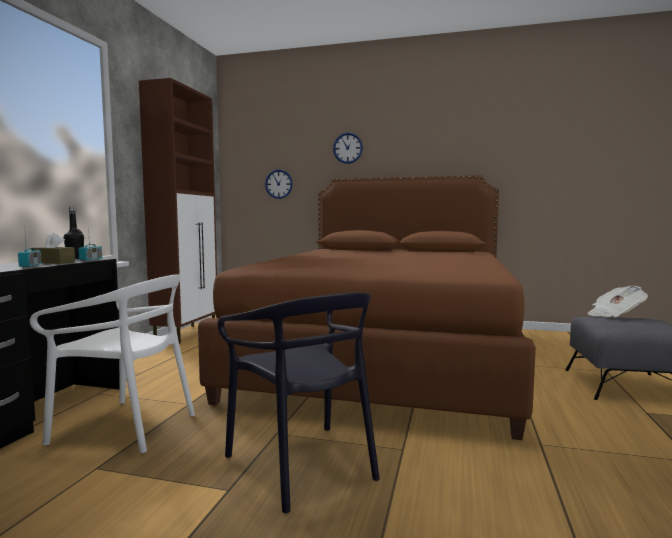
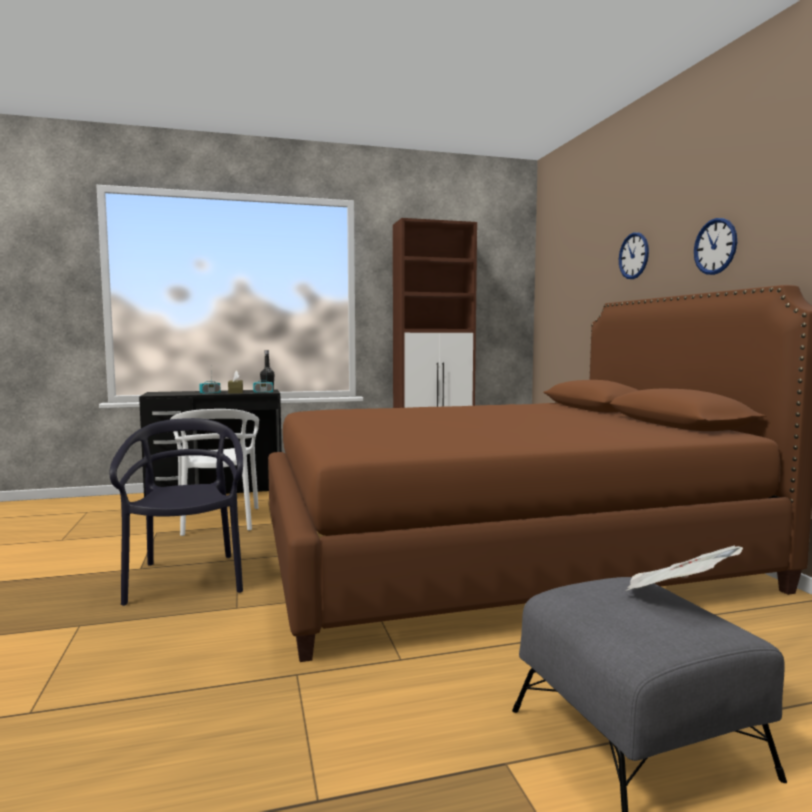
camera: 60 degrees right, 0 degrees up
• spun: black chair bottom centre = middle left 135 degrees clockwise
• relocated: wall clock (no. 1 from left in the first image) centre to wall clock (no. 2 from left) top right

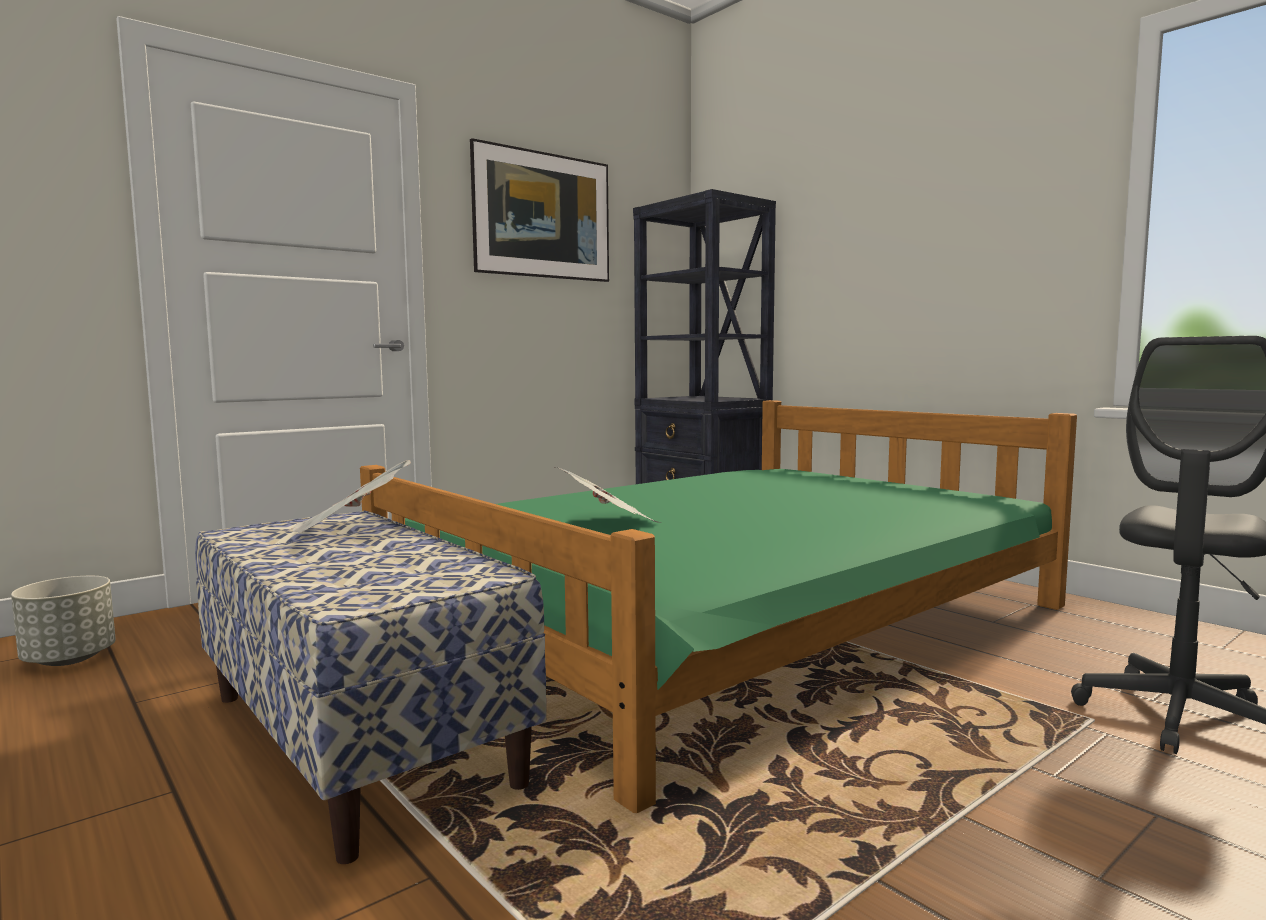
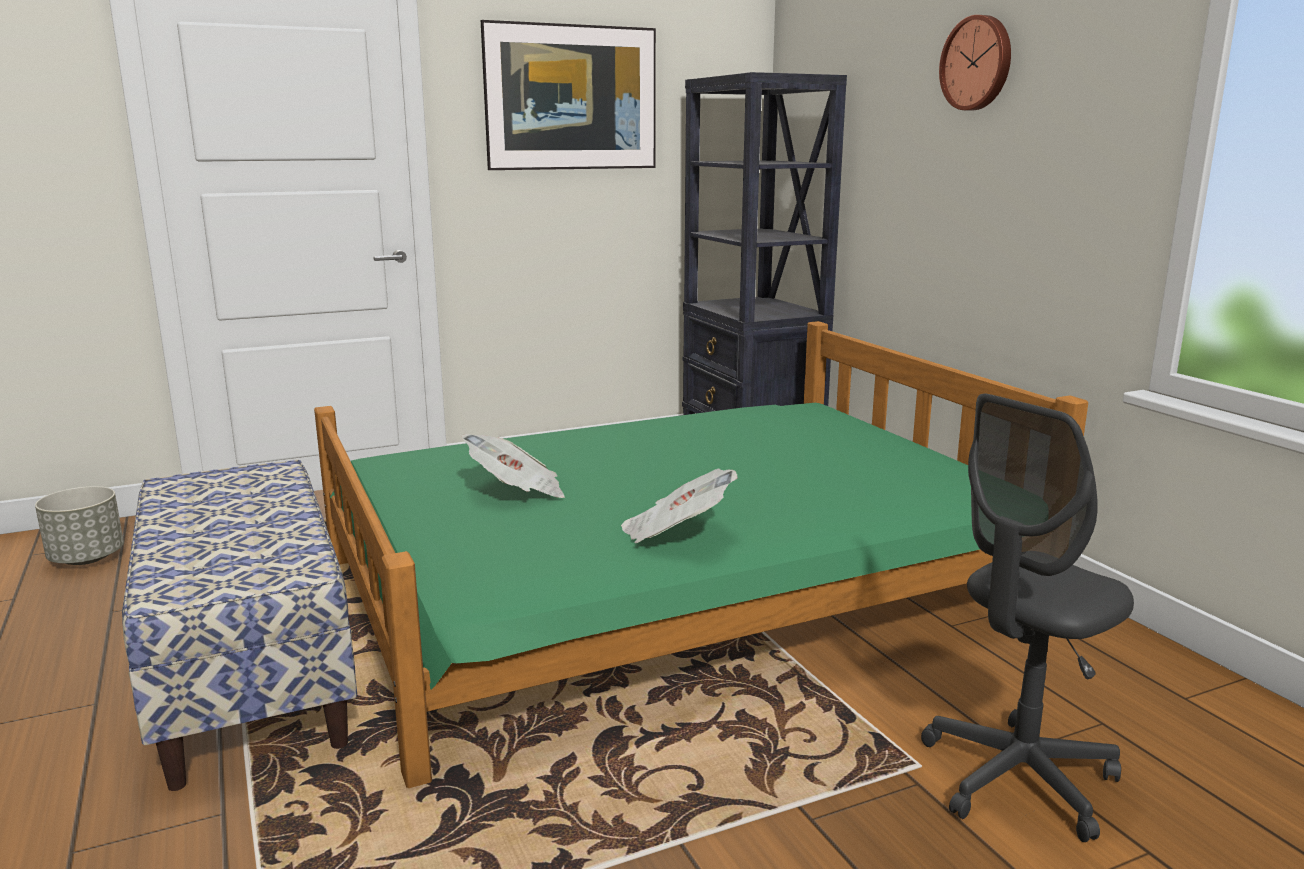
camera: 15 degrees right, 10 degrees up
• relocated: printed paper (no. 1 from left in the first image) middle left to printed paper (no. 2 from left) centre
• appeared: wall clock top right

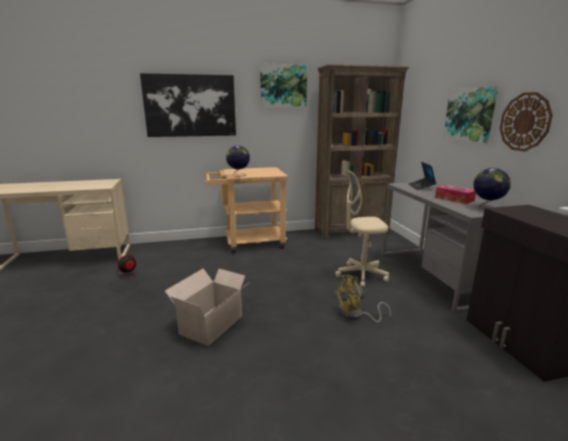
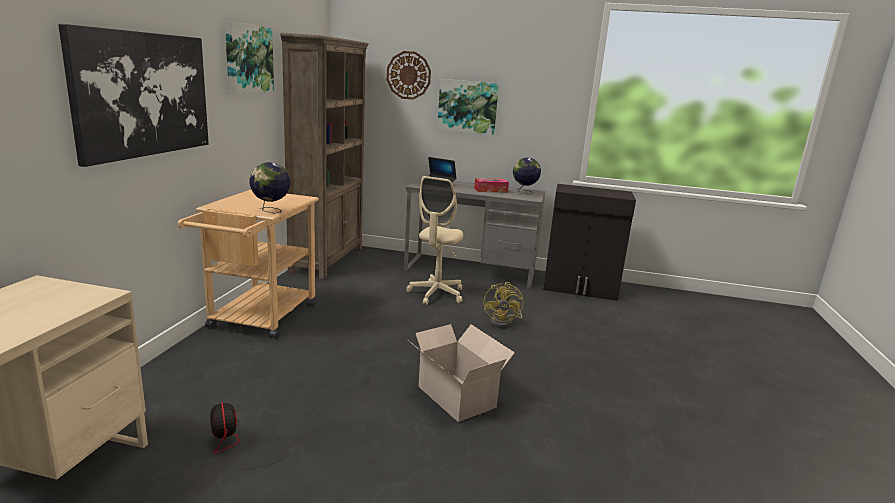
camera: 65 degrees left, 0 degrees up
• relocated: wall clock top right to top centre

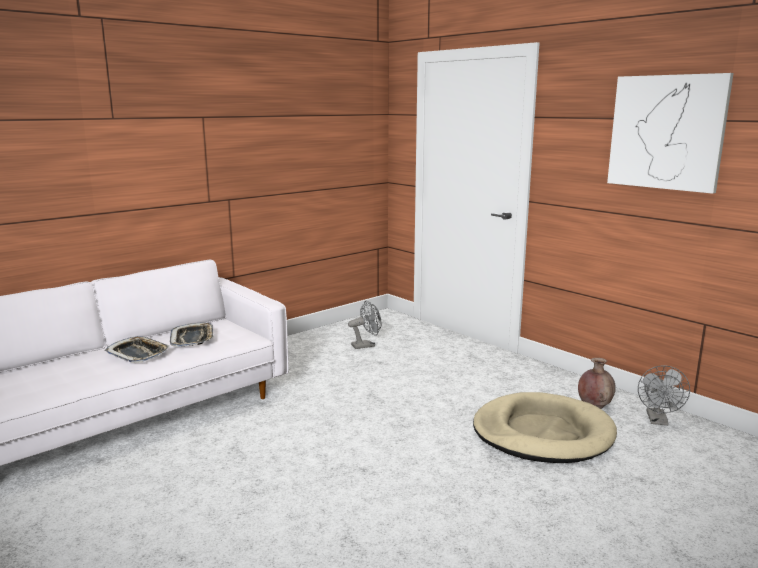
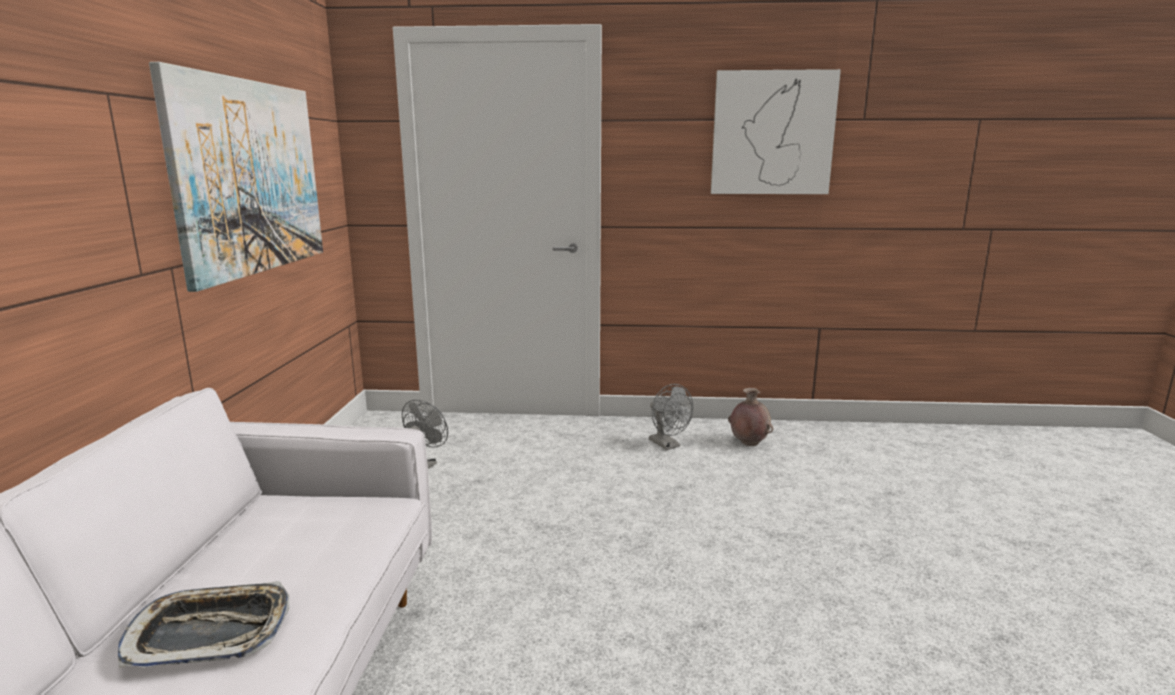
camera: 45 degrees left, 0 degrees up
• missing: serving tray (no. 2 from left) middle left
• missing: beige-coloured pet bed bottom right
• relocated: greyish cooling fan (no. 2 from left) bottom right to centre
• appeared: wall picture (no. 1 from left) top left

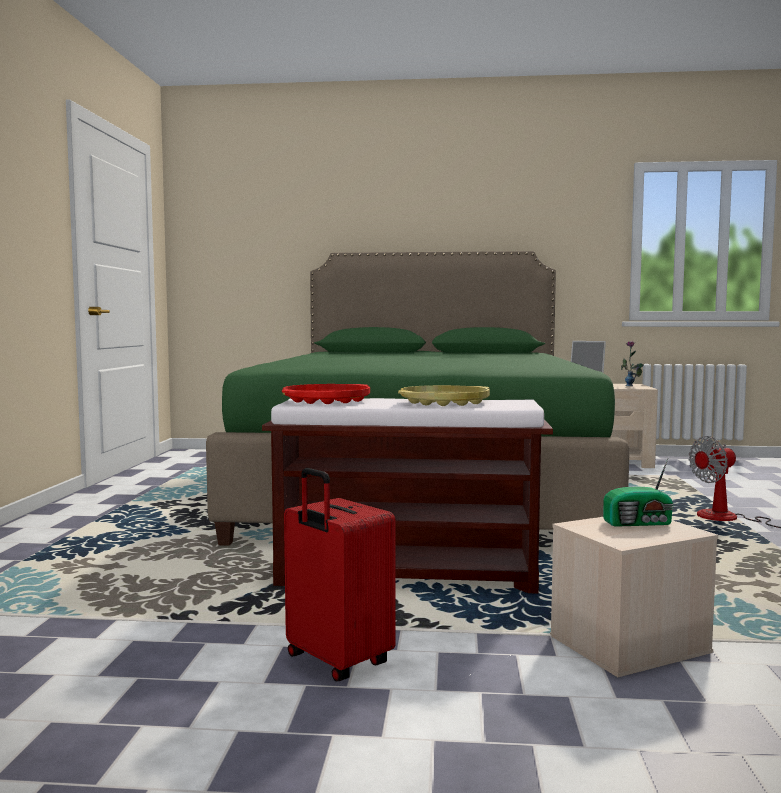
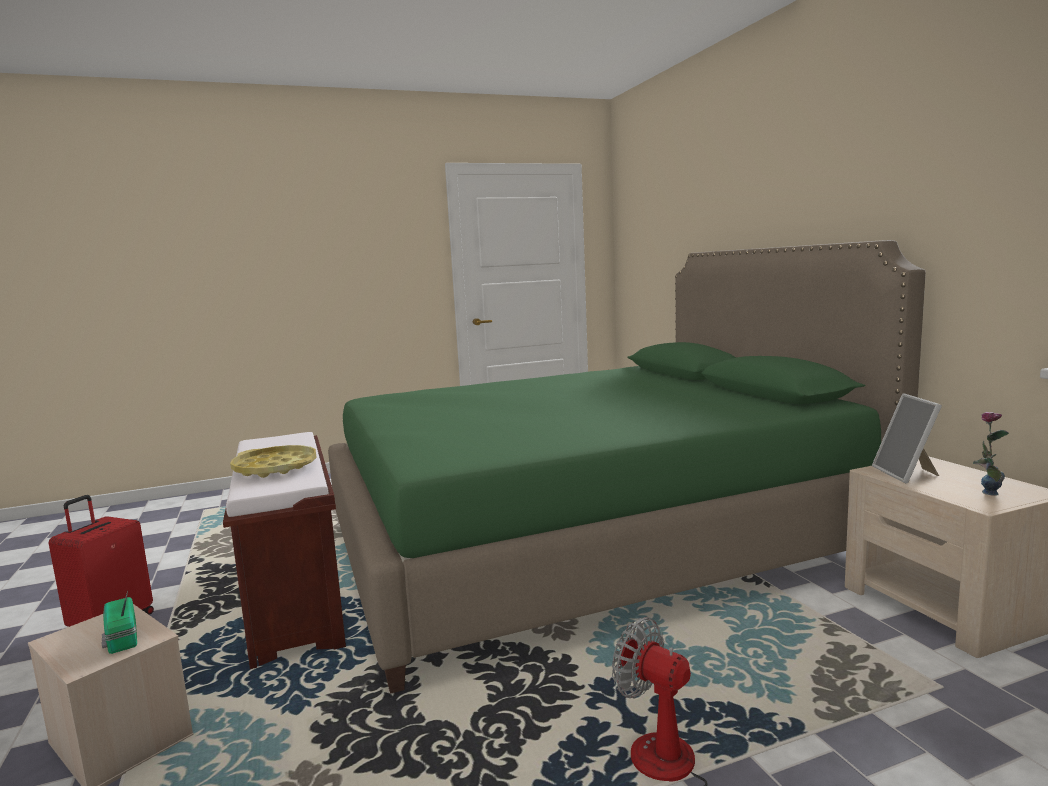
camera: 65 degrees right, 5 degrees up
• missing: reddish serving tray centre

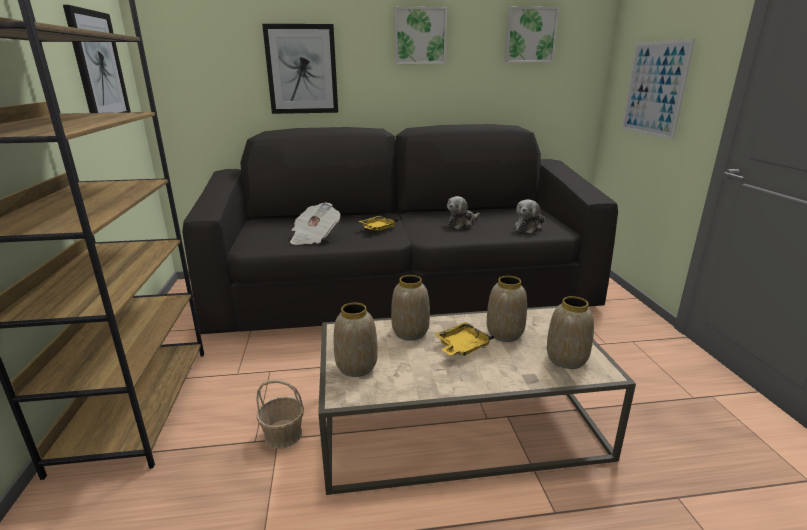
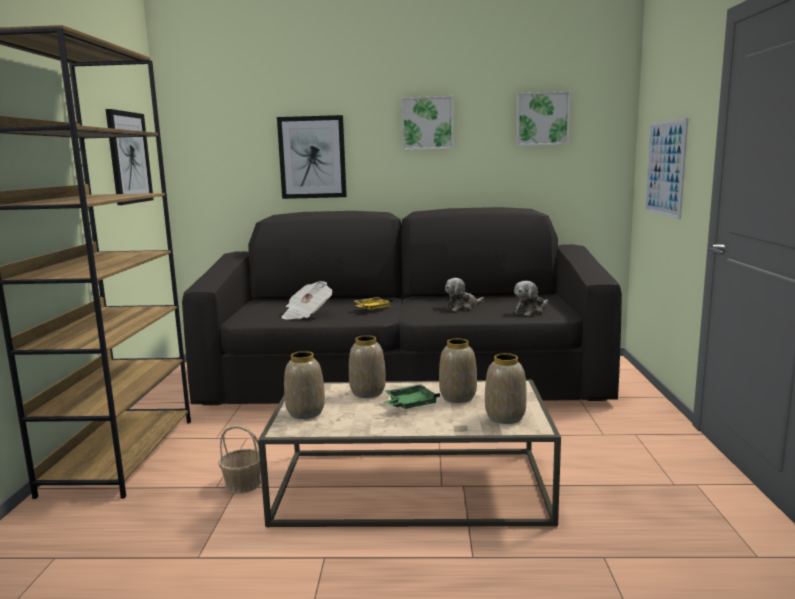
camera: 10 degrees right, 10 degrees down
• colour: yellow-coloured serving tray (no. 2 from left) centre to green serving tray centre

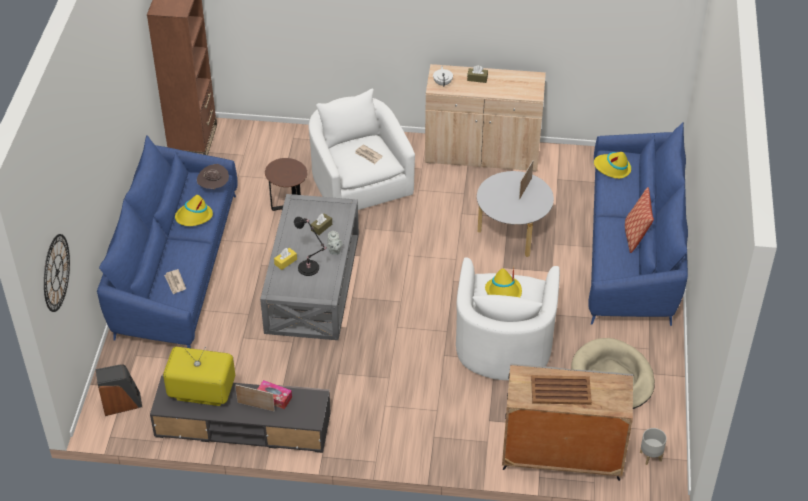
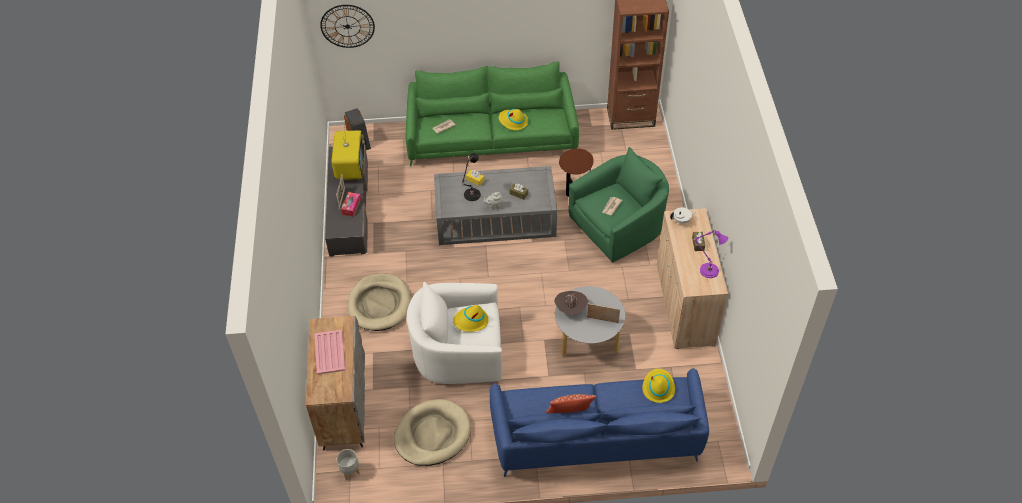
camera: 80 degrees right, 5 degrees up
• colour: blue couch (no. 1 from left) middle left to green couch top centre
• relocated: brownish wearable hat middle left to centre
• colour: white easy chair (no. 1 from left) top centre to green easy chair centre
• colour: brownish serving tray bottom right to pinkish serving tray bottom left
• appeared: beige-coloured pet bed (no. 1 from left) centre
• appeared: purplish tabletop lamp middle right

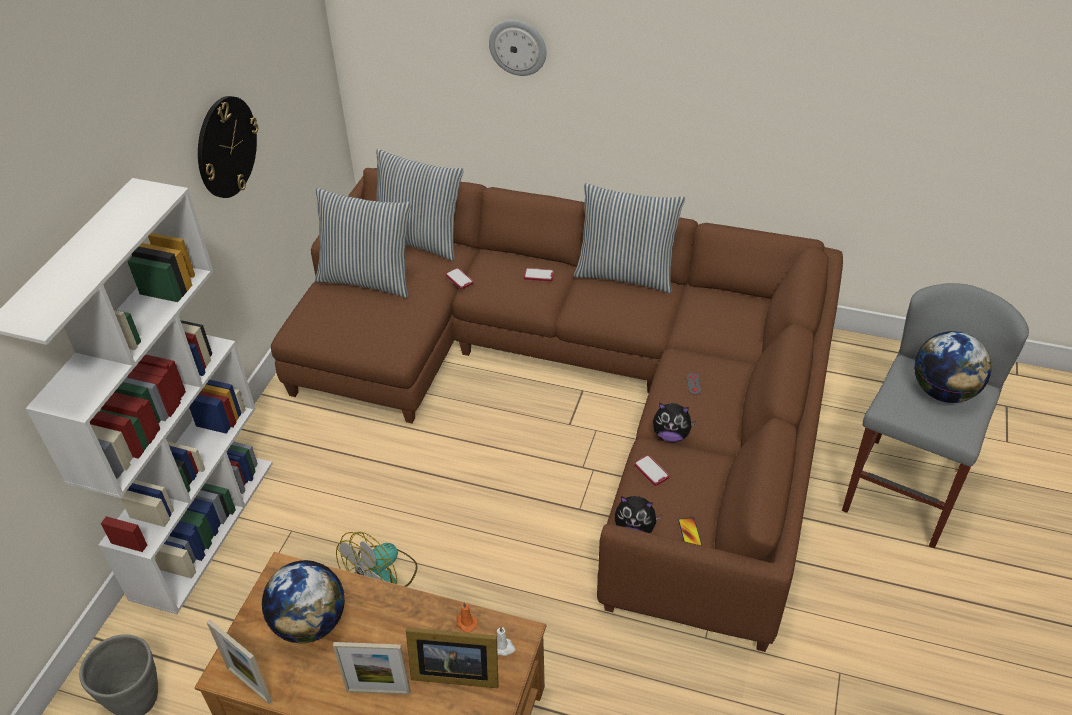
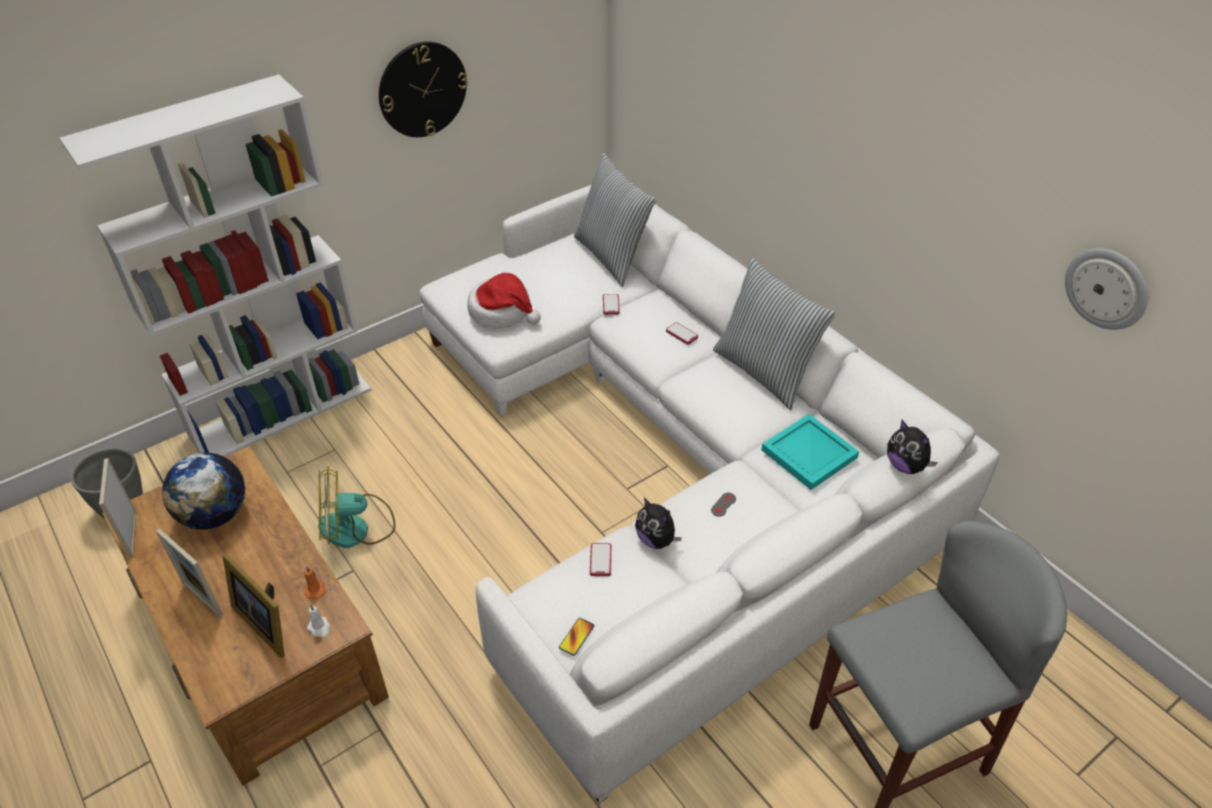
camera: 35 degrees right, 0 degrees up
• colour: brownish couch centre to white couch centre
• missing: cushion (no. 1 from left) centre
• relocated: wall clock (no. 2 from left) top centre to middle right
• relocated: cuddly toy (no. 1 from left in the first image) bottom centre to cuddly toy (no. 2 from left) middle right
• missing: desk globe (no. 2 from left) middle right
• appeared: wearable hat centre
• appeared: blue-green serving tray middle right

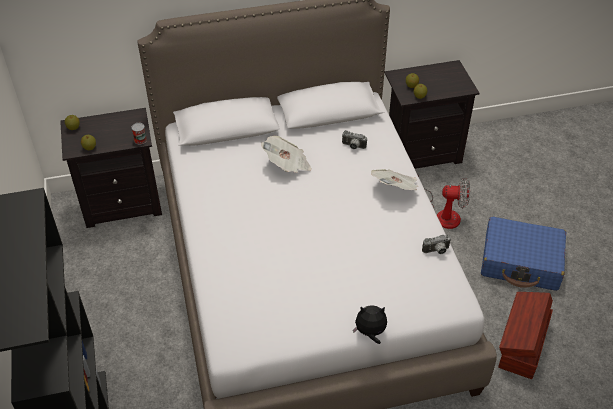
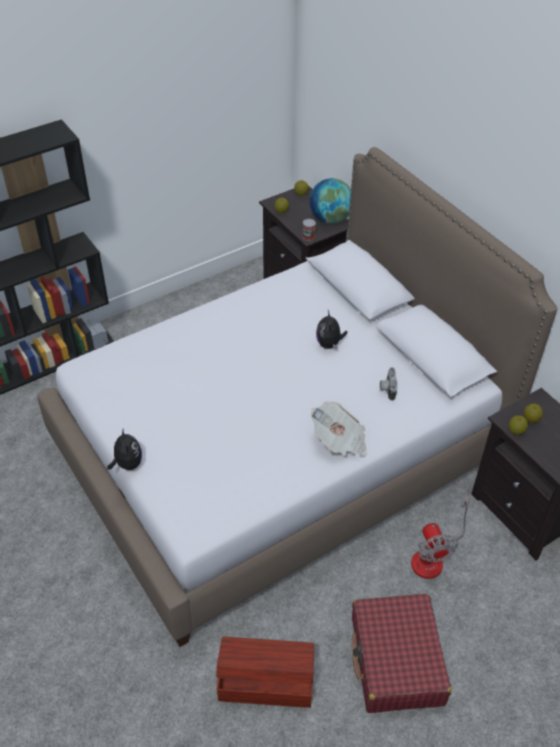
camera: 70 degrees right, 0 degrees up
• exchanged: printed paper (no. 1 from left) centre to cuddly toy (no. 2 from left) centre
• missing: photo camera (no. 2 from left) middle right
• colour: blue piece of luggage middle right to reddish piece of luggage bottom right
• appeared: desk globe top centre

